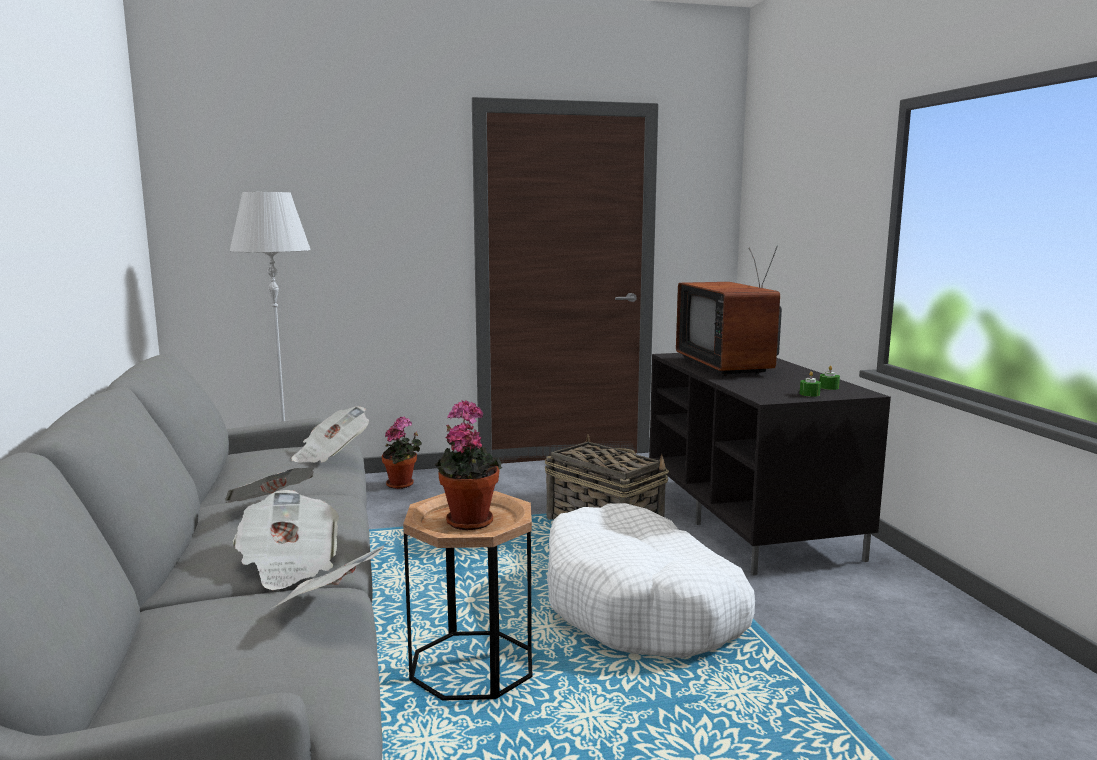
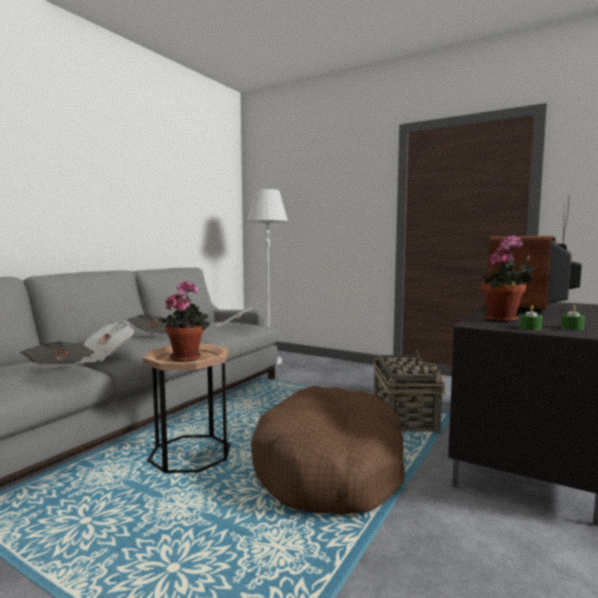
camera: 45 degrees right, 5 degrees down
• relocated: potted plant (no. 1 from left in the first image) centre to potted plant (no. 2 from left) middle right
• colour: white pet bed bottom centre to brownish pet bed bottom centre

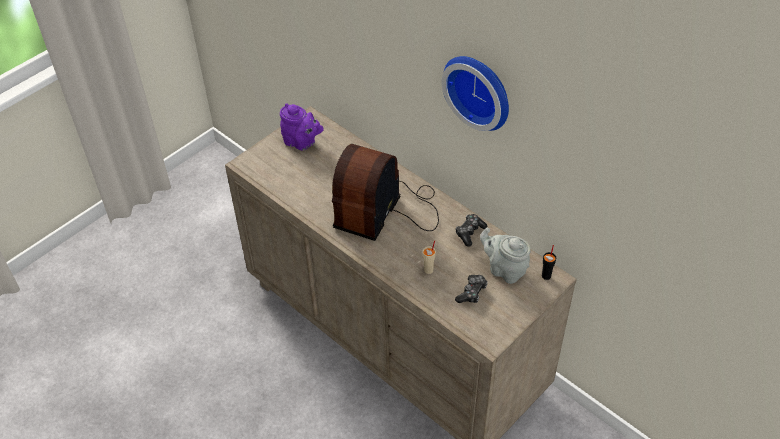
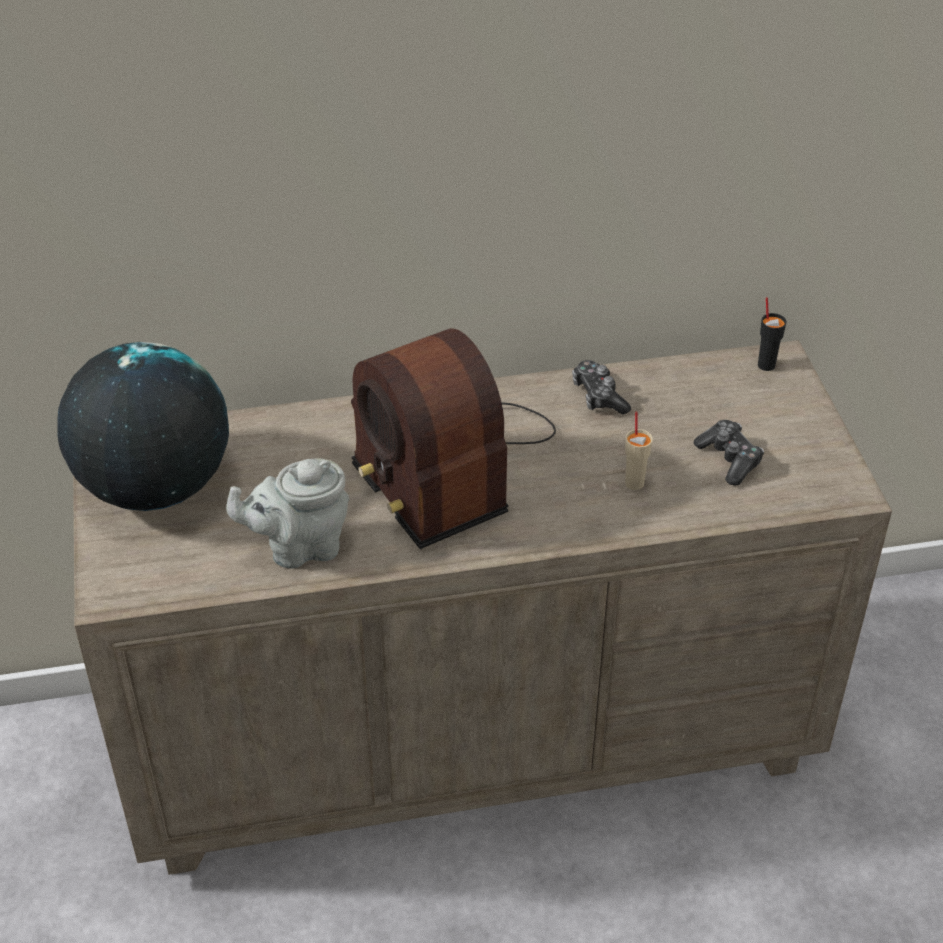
camera: 55 degrees left, 5 degrees down
• exchanged: purplish tea pot top centre to desk globe middle left
• missing: wall clock top centre
• relocated: greyish tea pot centre to middle left

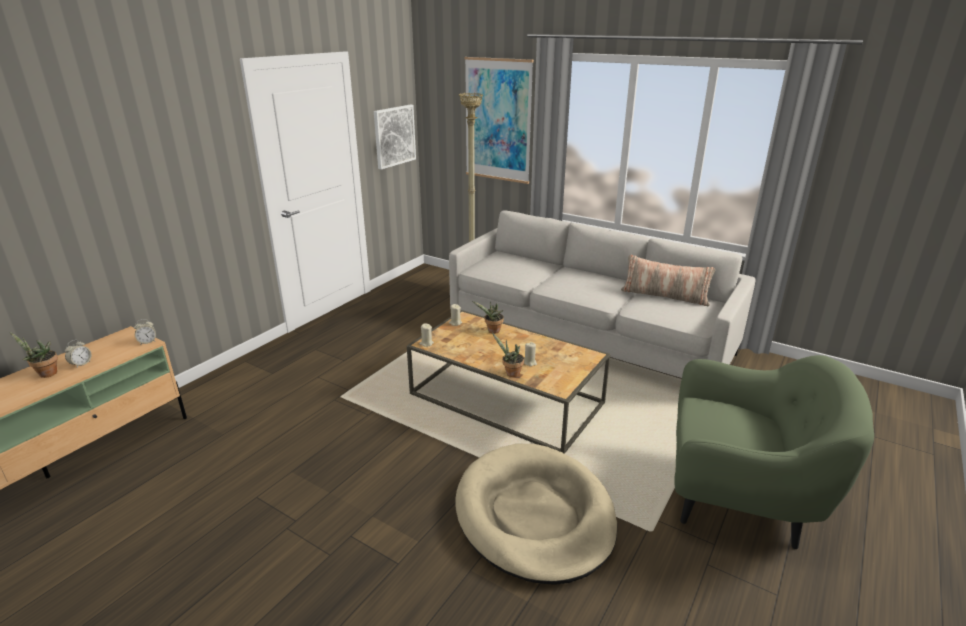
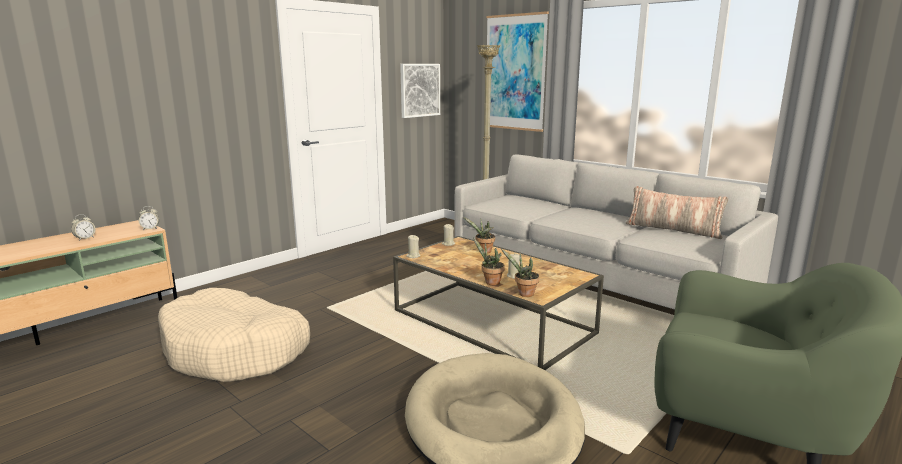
camera: 10 degrees right, 10 degrees down
• relocated: potted plant (no. 1 from left in the first image) middle left to potted plant (no. 3 from left) centre
• appeared: beige-coloured pet bed (no. 1 from left) bottom left

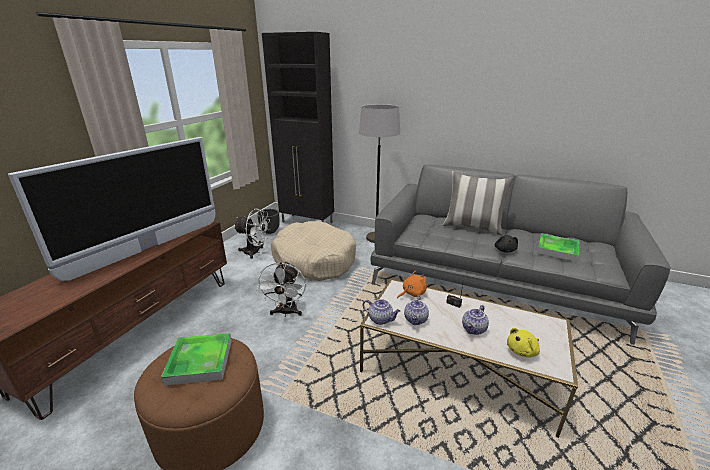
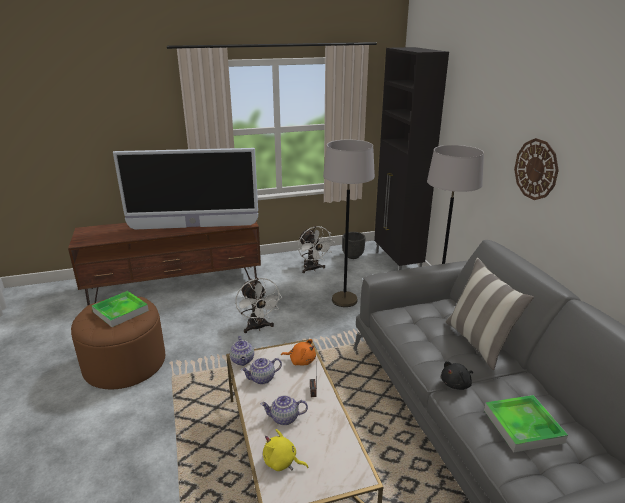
camera: 50 degrees right, 0 degrees up
• spun: white cooling fan (no. 2 from left in the first image) centre = centre 75 degrees counterclockwise
• exchanged: beige-coloured pet bed centre to greyish standard lamp (no. 1 from left) centre
• appeared: wall clock middle right

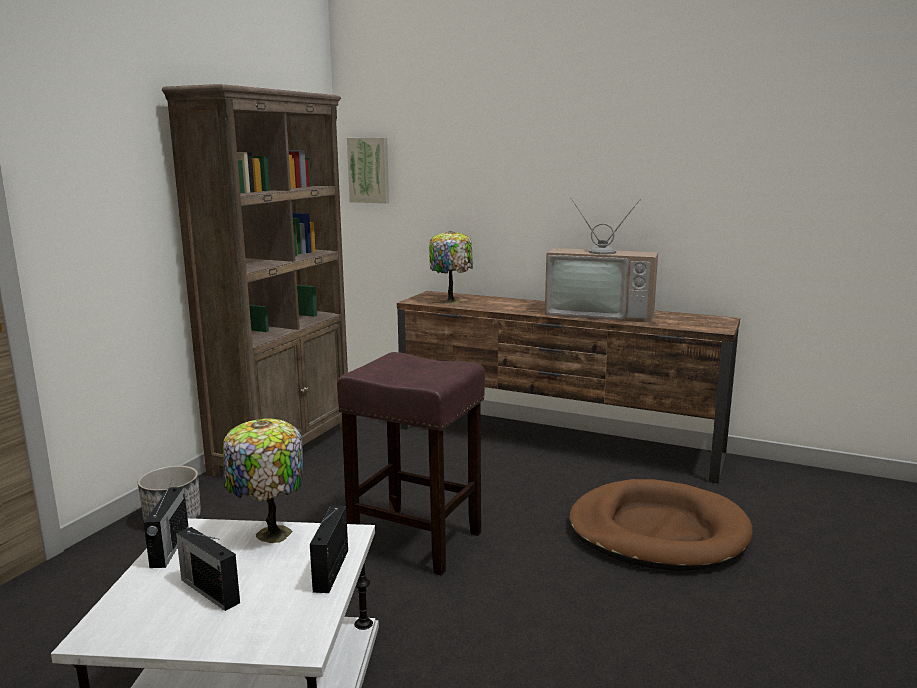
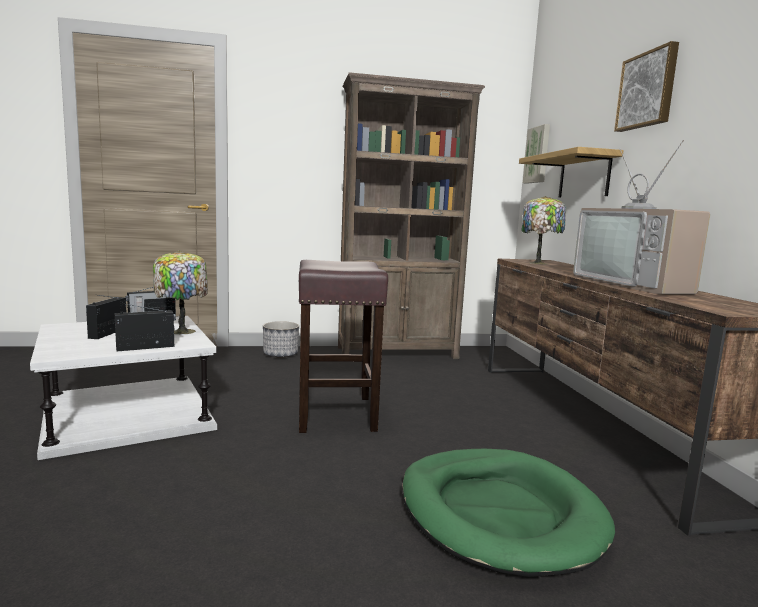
camera: 55 degrees right, 5 degrees down
• colour: brownish pet bed bottom right to green pet bed bottom right
• appeared: bracket shelf top right
• appeared: wall picture (no. 2 from left) top right

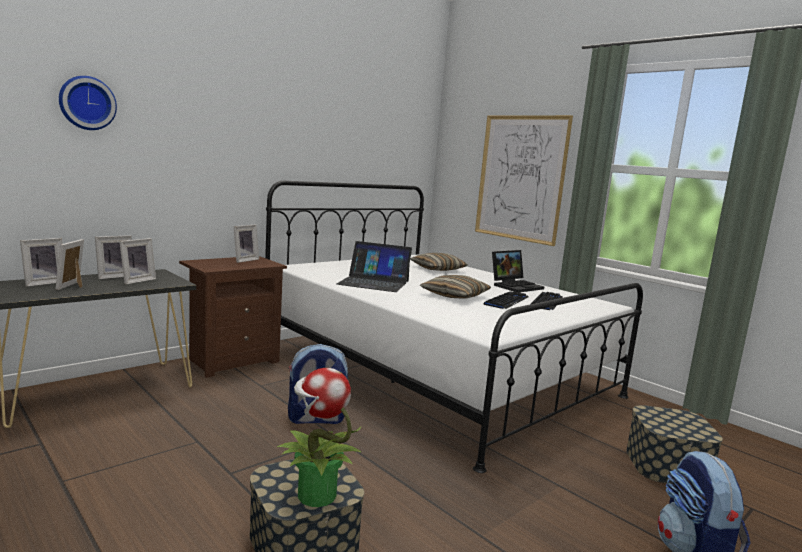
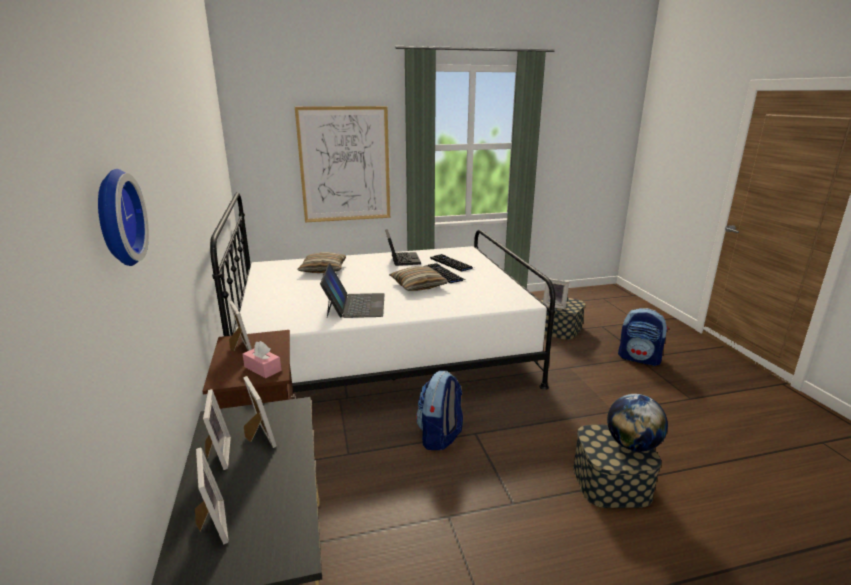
camera: 60 degrees left, 10 degrees up
• relocated: photo frame (no. 2 from left in the first image) middle left to photo frame (no. 5 from left) centre
• exchanged: potted plant bottom centre to desk globe bottom right
• spun: portable computer (no. 1 from left) centre = centre 45 degrees counterclockwise
• appeared: pinkish tissue holder middle left

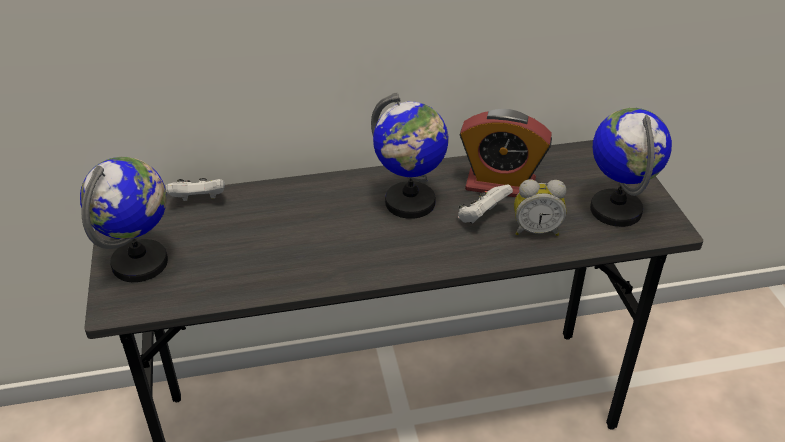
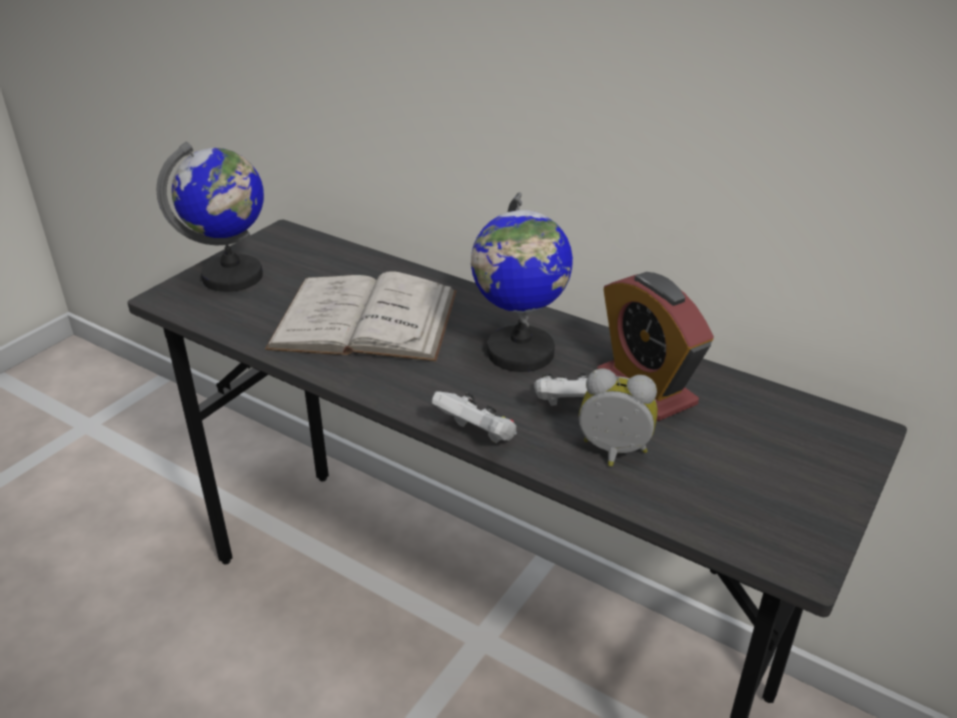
camera: 45 degrees right, 5 degrees down
• relocated: white gamepad (no. 1 from left) middle left to centre
• spun: bedside clock (no. 2 from left in the first image) middle right = centre 150 degrees clockwise
• missing: desk globe (no. 3 from left) middle right
• appeared: white volume centre

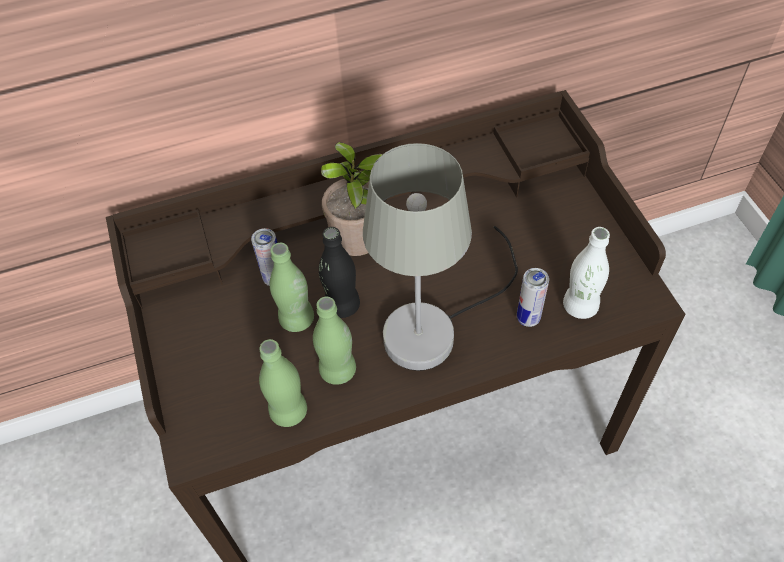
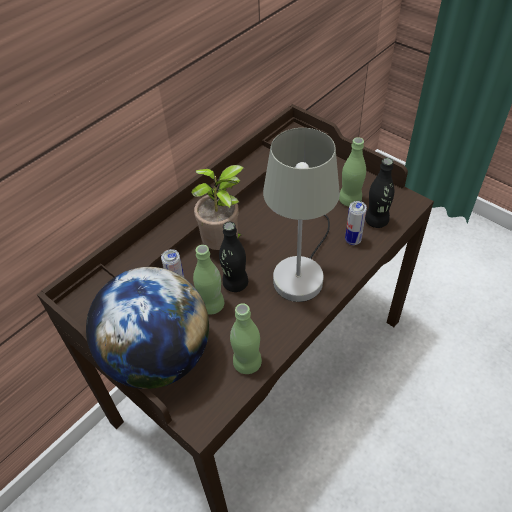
camera: 30 degrees left, 5 degrees down
• relocated: green drink bottle (no. 3 from left) centre to middle right
• colour: white drink bottle middle right to black drink bottle (no. 2 from left) middle right
• appeared: desk globe middle left

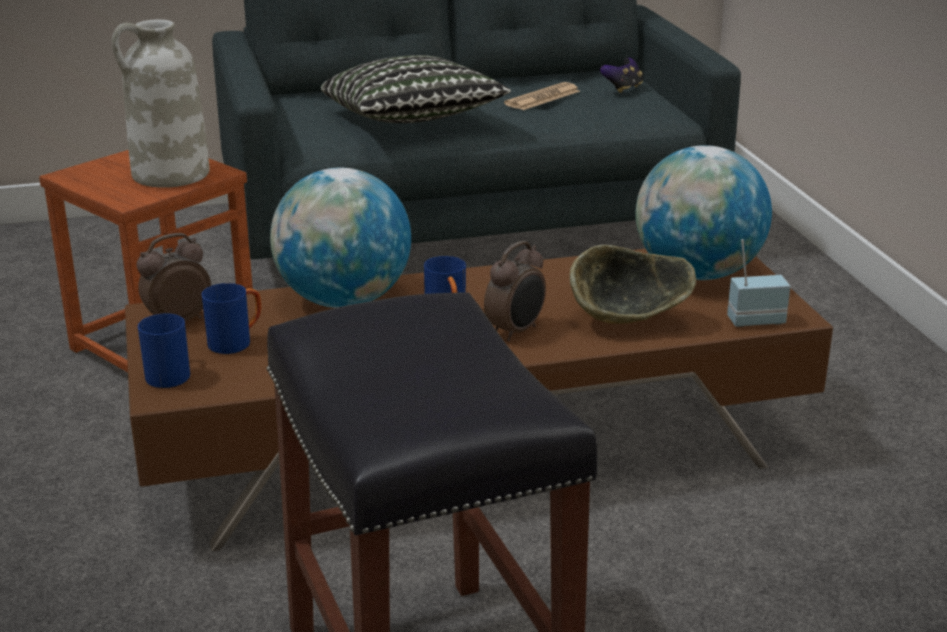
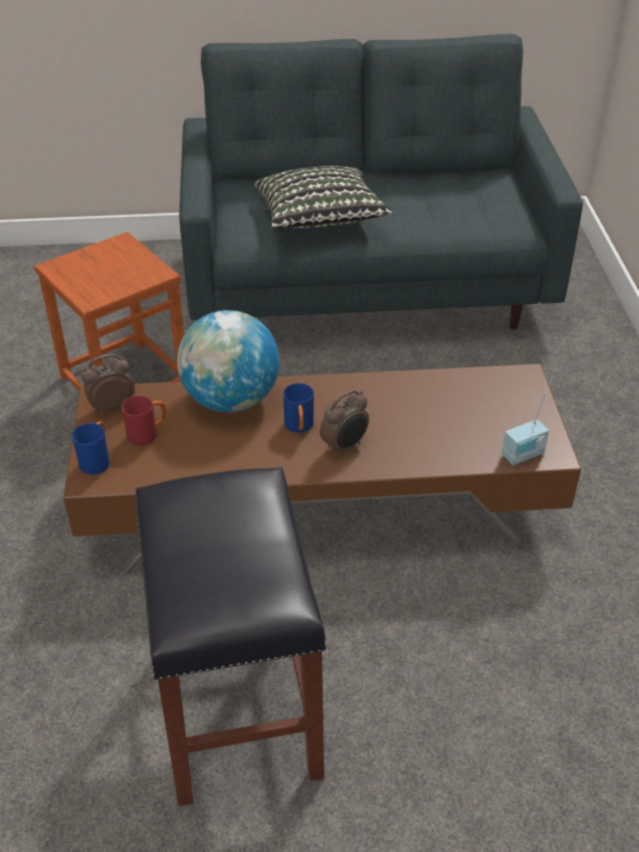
camera: 10 degrees right, 15 degrees up
• missing: white vase top left
• colour: blue coffee mug (no. 2 from left) middle left to reddish coffee mug middle left
• missing: printed paper top centre
• missing: serving bowl middle right
• missing: gamepad top centre
• missing: desk globe (no. 2 from left) middle right
• spun: radio middle right = middle right 150 degrees clockwise

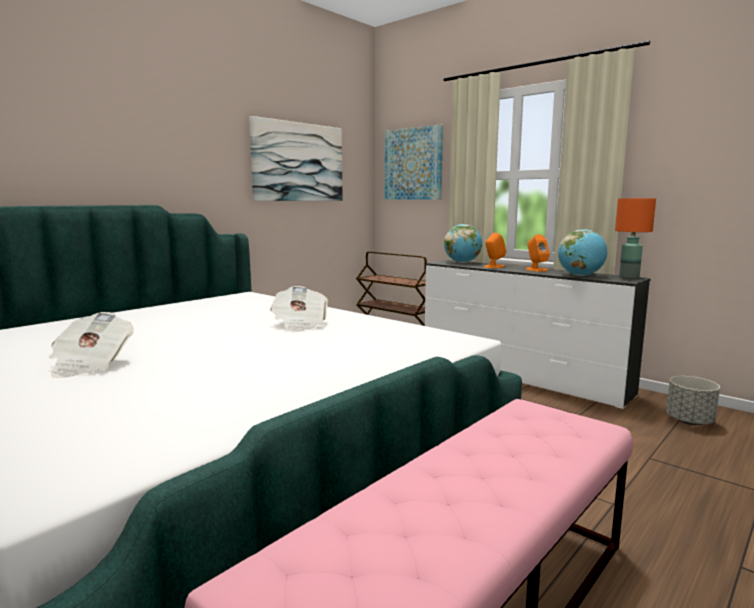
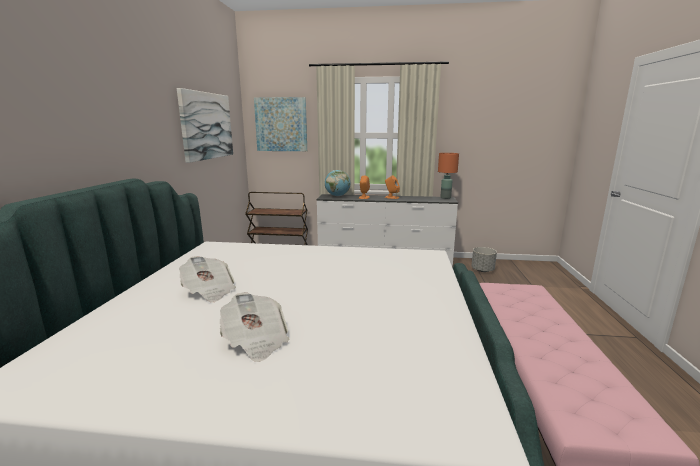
camera: 35 degrees left, 5 degrees up
• relocated: printed paper (no. 2 from left in the first image) centre to printed paper (no. 1 from left) middle left
• missing: desk globe (no. 2 from left) middle right

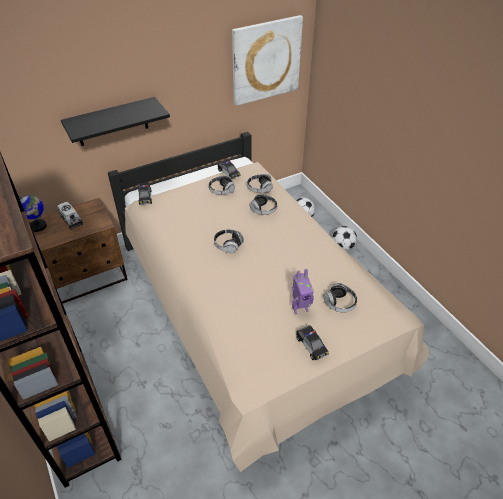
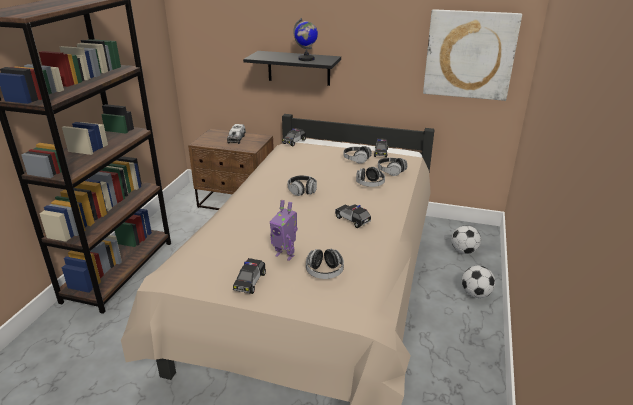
camera: 45 degrees right, 15 degrees down
• relocated: desk globe middle left to top centre
• appeared: miniature car (no. 3 from left) centre

